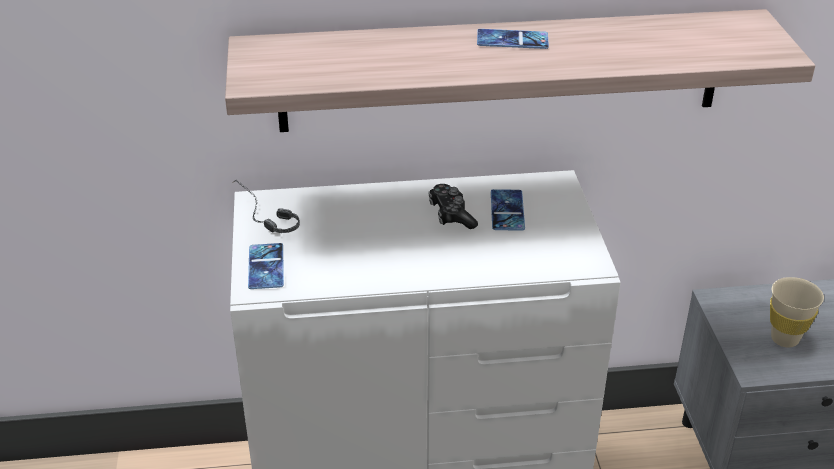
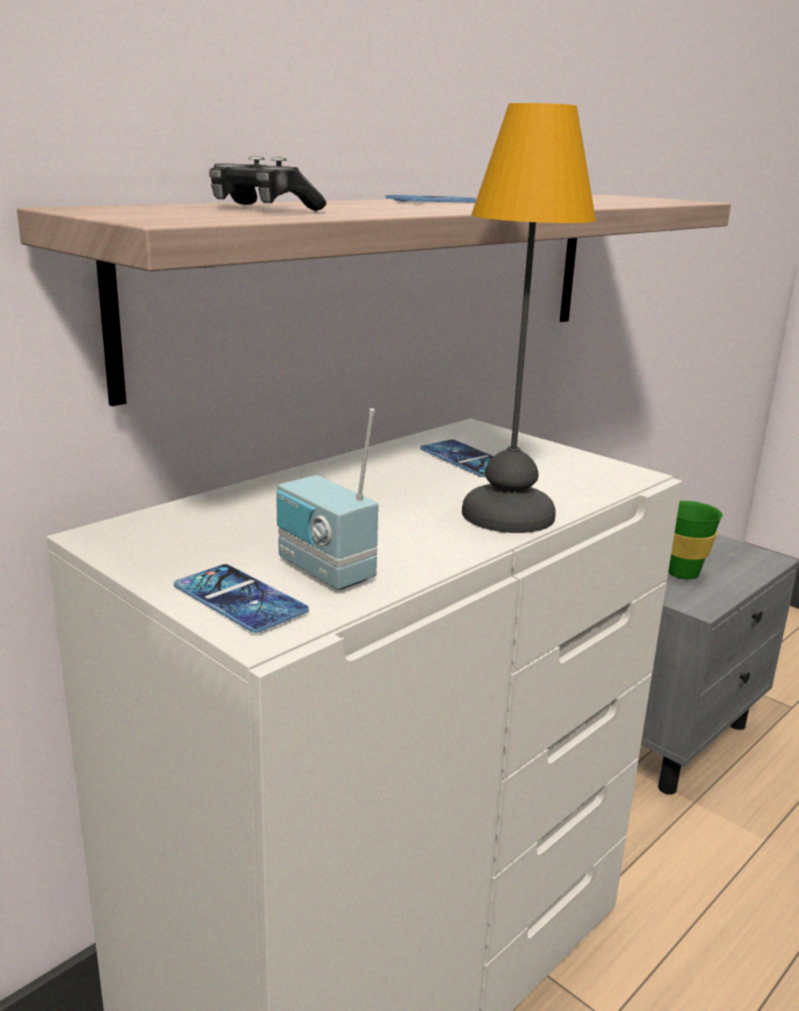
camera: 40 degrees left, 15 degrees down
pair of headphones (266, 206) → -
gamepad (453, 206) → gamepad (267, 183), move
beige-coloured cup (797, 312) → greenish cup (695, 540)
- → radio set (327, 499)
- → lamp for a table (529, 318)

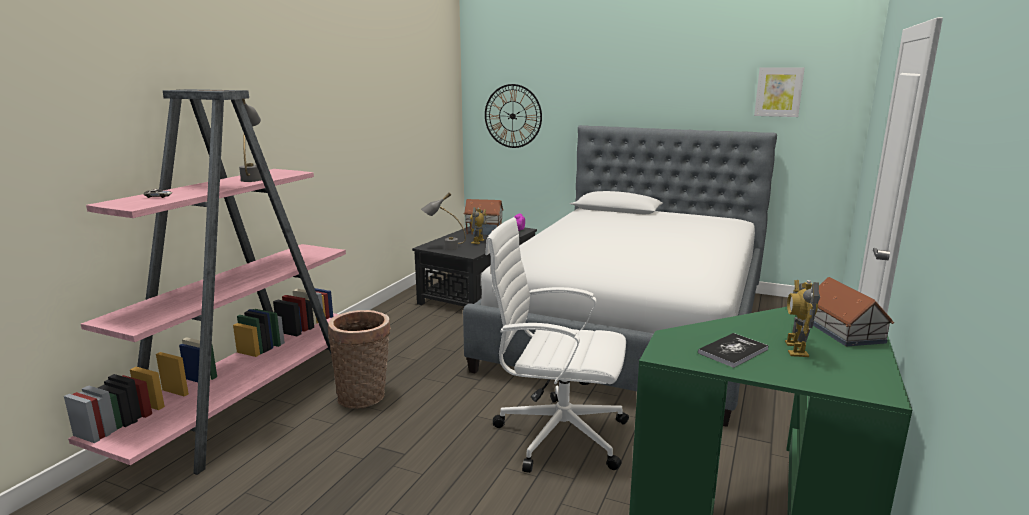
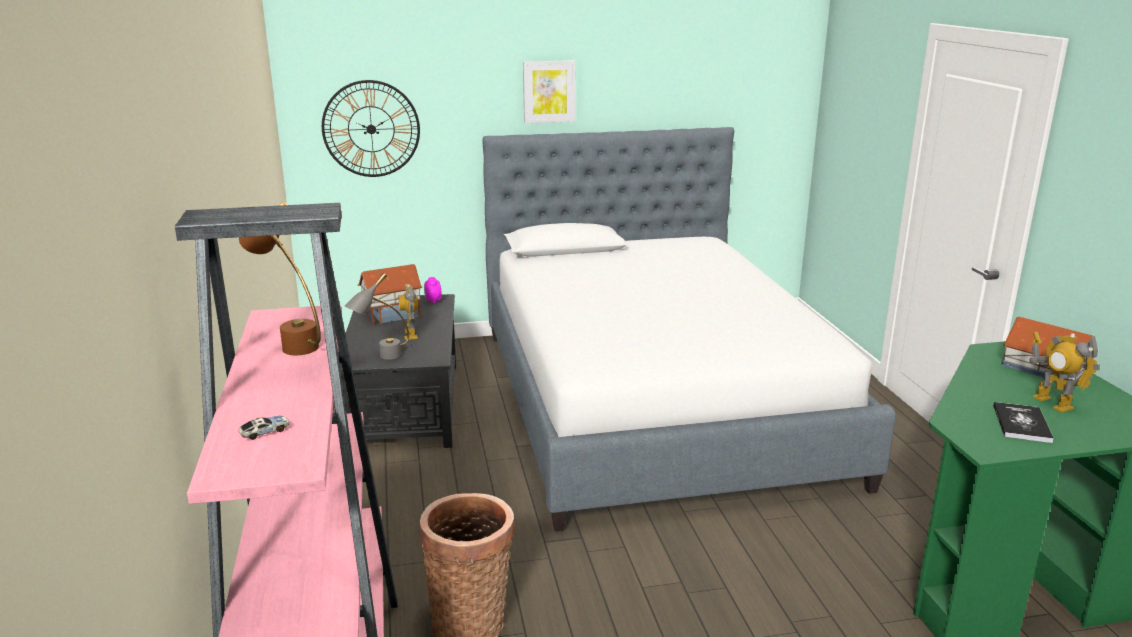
camera: 35 degrees left, 5 degrees up
grey lamp for a table (250, 140) → brown-coloured lamp for a table (280, 278)
white-coloured office chair (557, 345) → -
wall art (779, 92) → wall art (549, 91), move

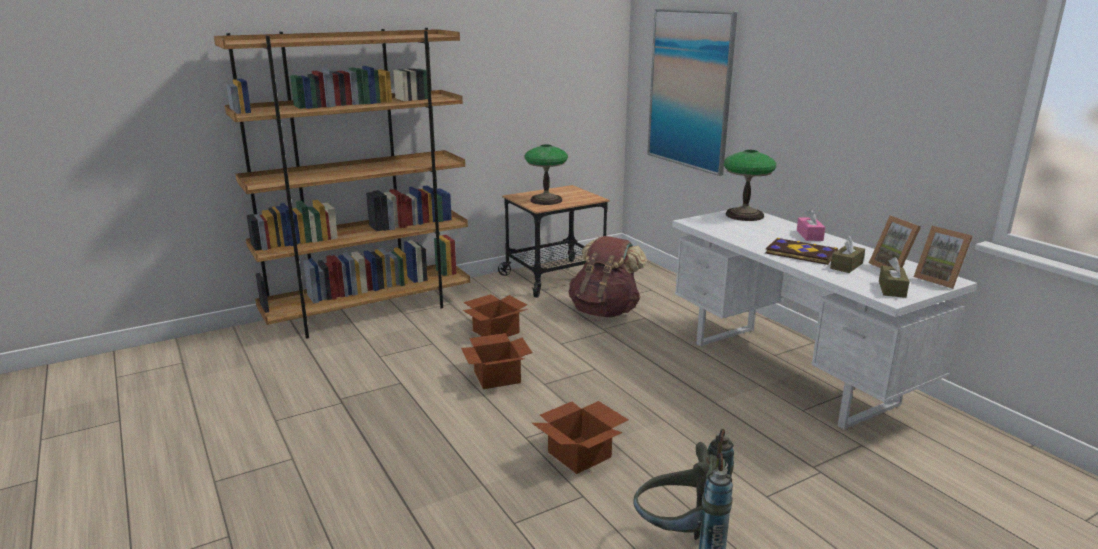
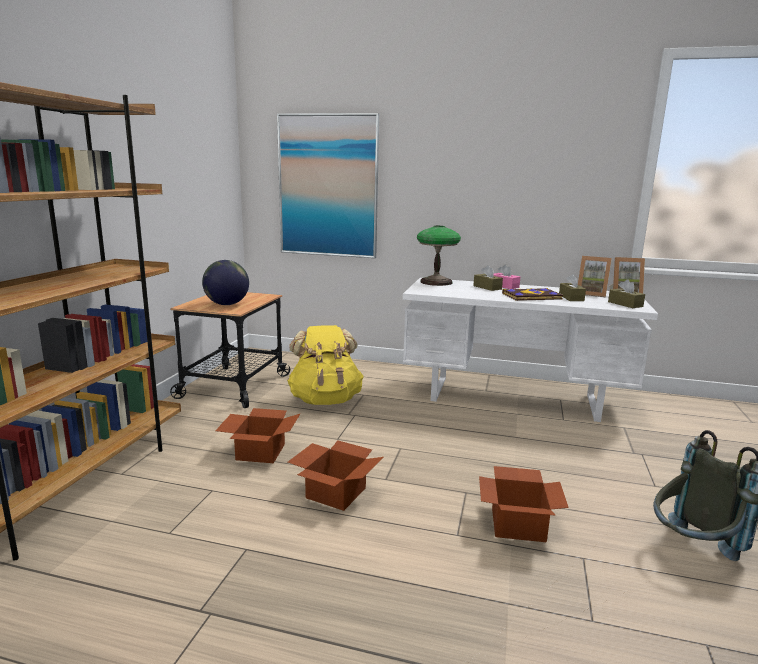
camera: 45 degrees left, 5 degrees down
lamp for a table (546, 174) → desk globe (225, 282)
brown-coloured backpack (608, 276) → yellowish backpack (325, 365)
- → brown-coloured box of tissues (488, 278)

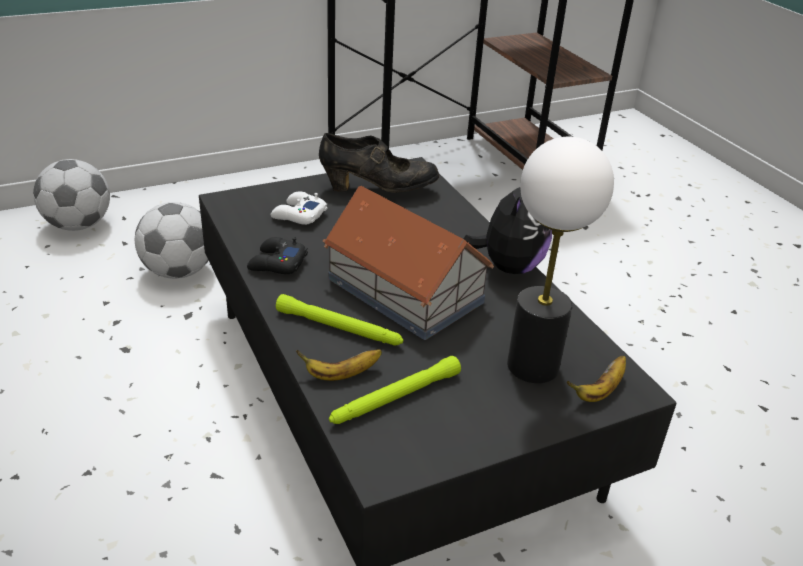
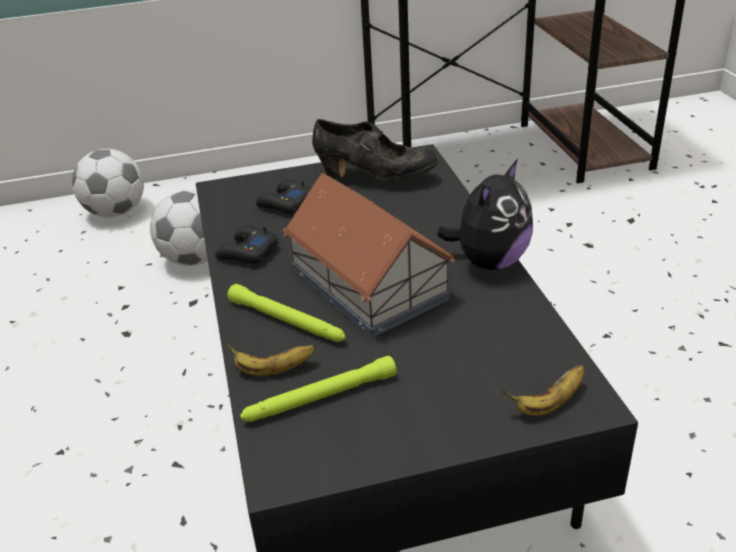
camera: 15 degrees right, 0 degrees up
white-coloured gamepad (299, 208) → black-coloured gamepad (283, 196)
lamp for a table (560, 260) → -

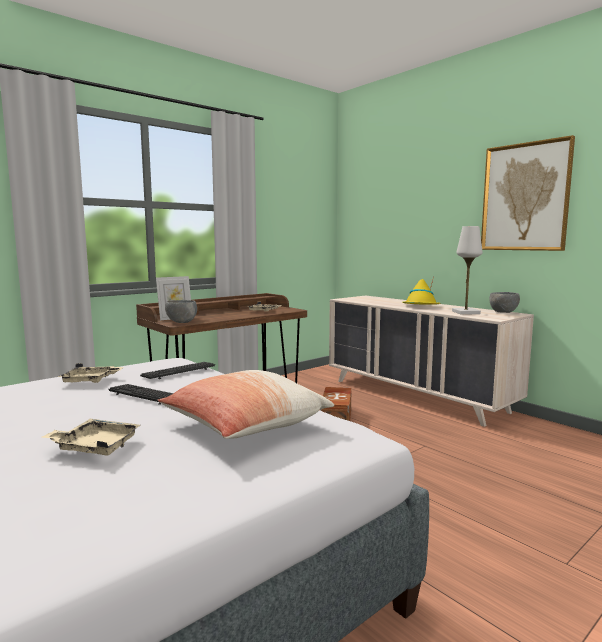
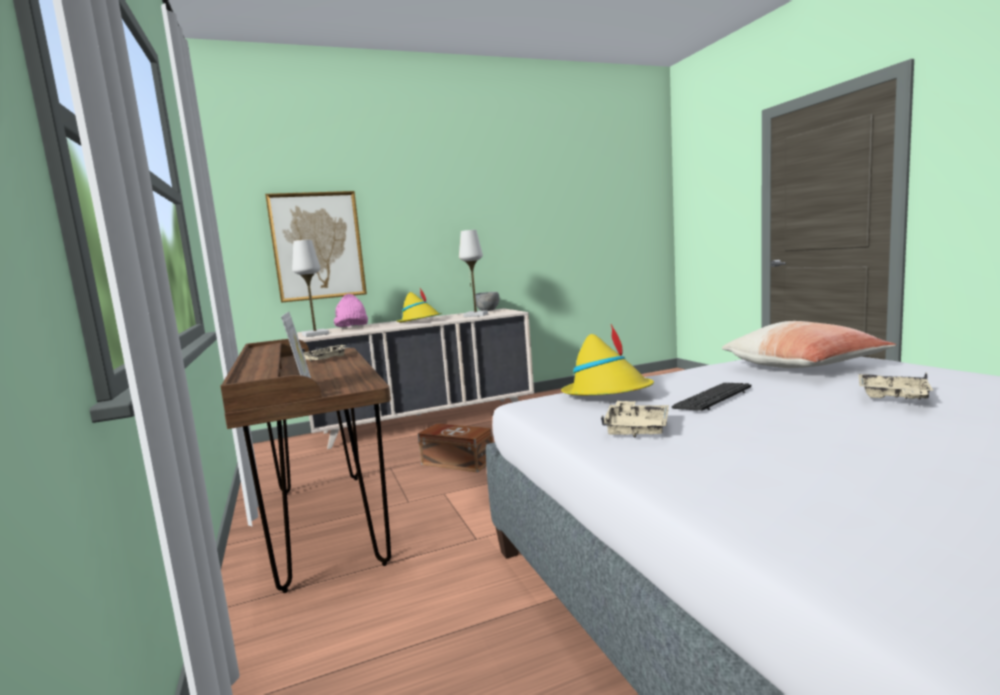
camera: 70 degrees left, 0 degrees up
computer keyboard (177, 370) → yellowish clothing hat (607, 359)
grey bowl (181, 311) → -
wall art (528, 193) → wall art (316, 247), move
- → white-coloured lamp for a table (310, 288)
- → pink-coloured clothing hat (351, 310)

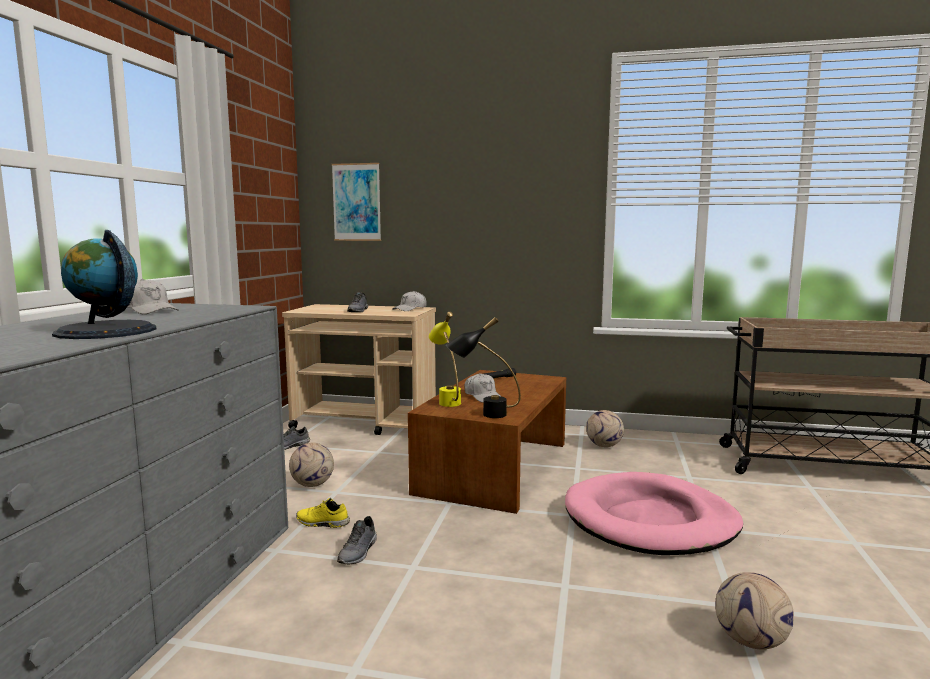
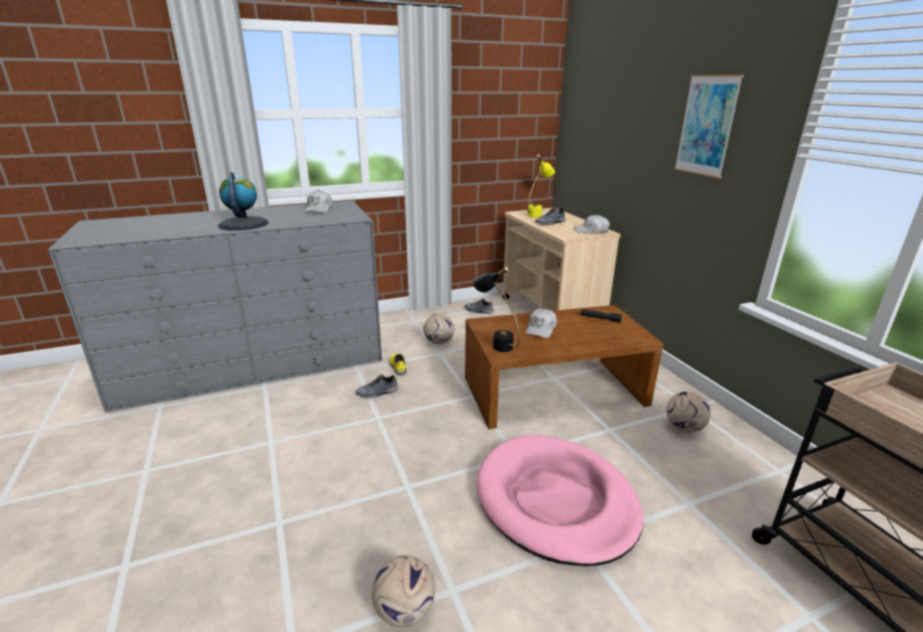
camera: 55 degrees right, 15 degrees up
wall art (356, 202) → wall art (709, 126), move
yellowish lamp for a table (445, 359) → yellowish lamp for a table (541, 186), move

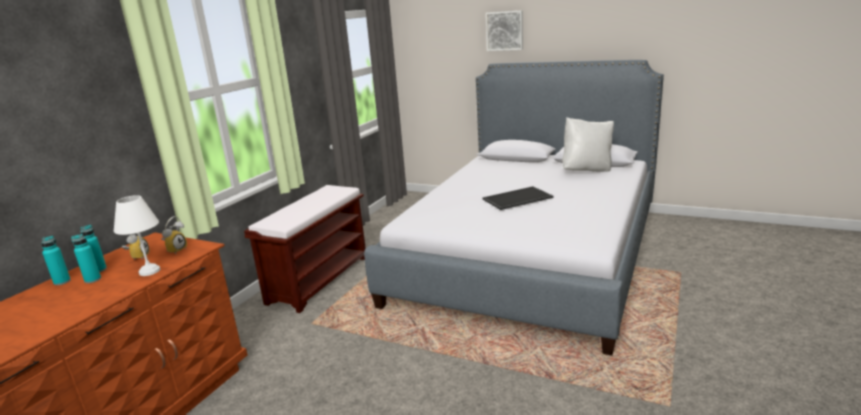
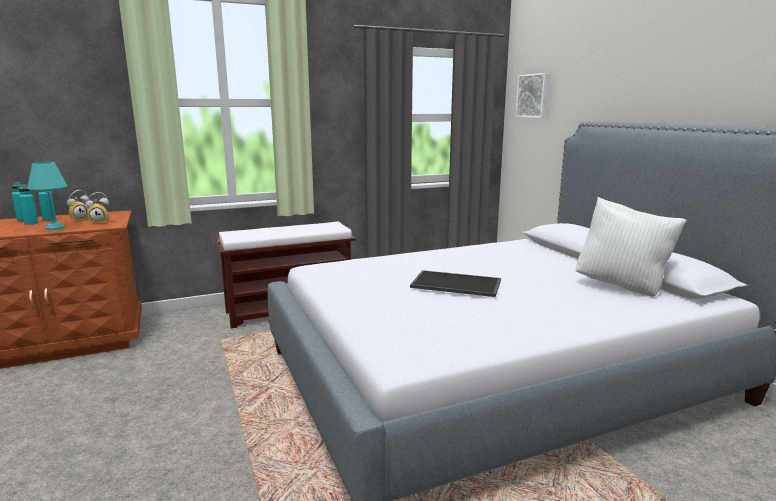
camera: 40 degrees right, 5 degrees down
white-coloured lamp for a table (137, 235) → turquoise-coloured lamp for a table (47, 196)
wall art (504, 30) → wall art (532, 95), move

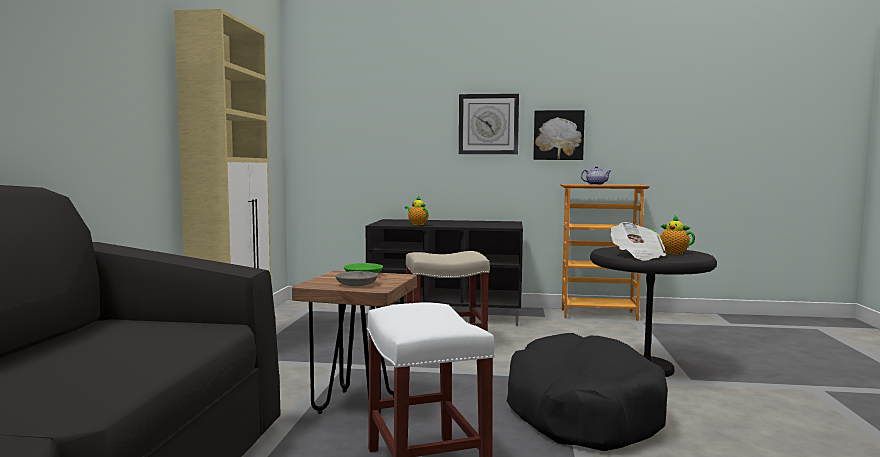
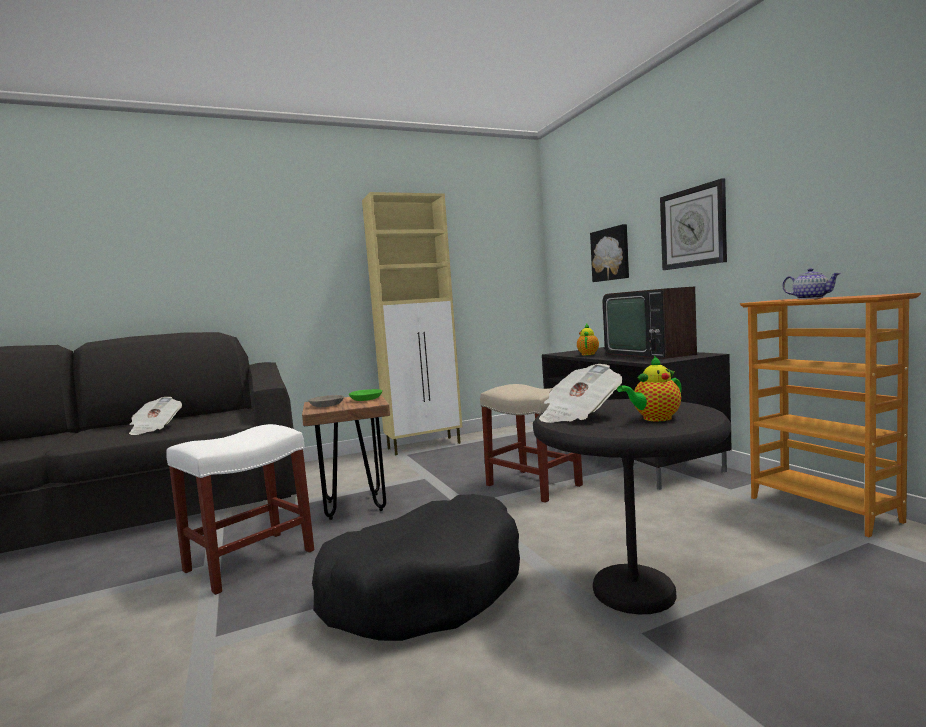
camera: 60 degrees right, 0 degrees up
wall art (559, 135) → wall art (609, 253), move
pot for tea (671, 235) → pot for tea (649, 388), 120 degrees counterclockwise
- → printed paper (155, 416)
- → television (650, 322)

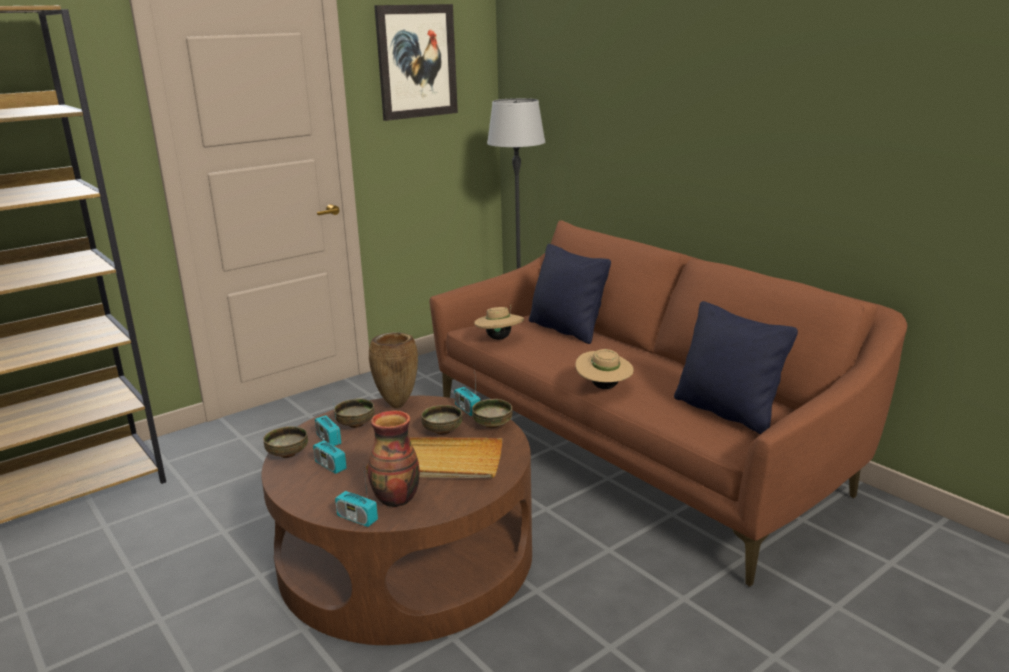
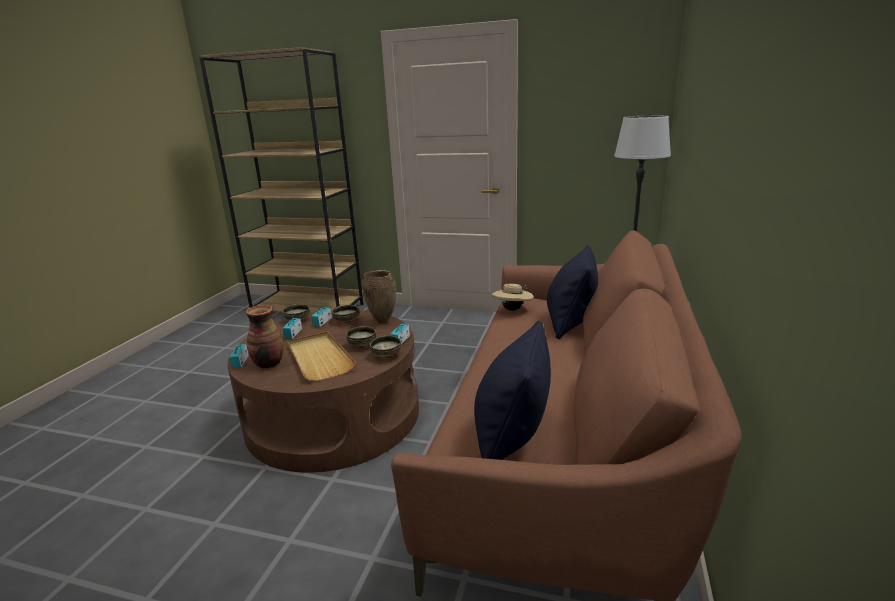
camera: 55 degrees right, 0 degrees up
wall art (416, 62) → -
beige-coloured clothing hat (604, 369) → -

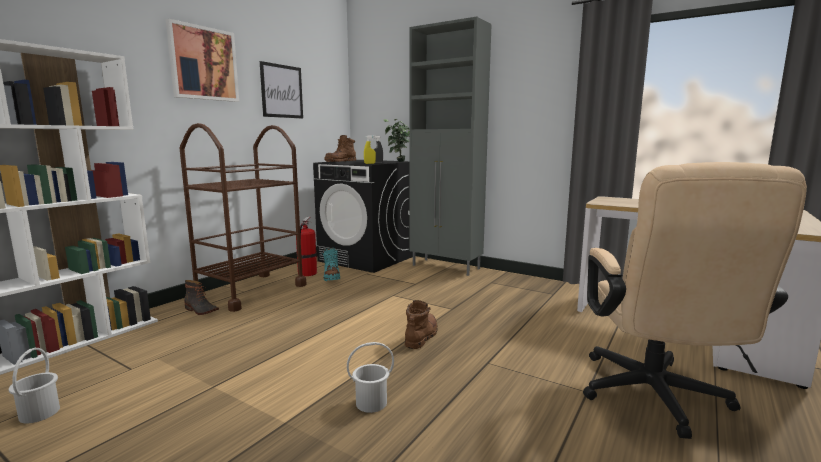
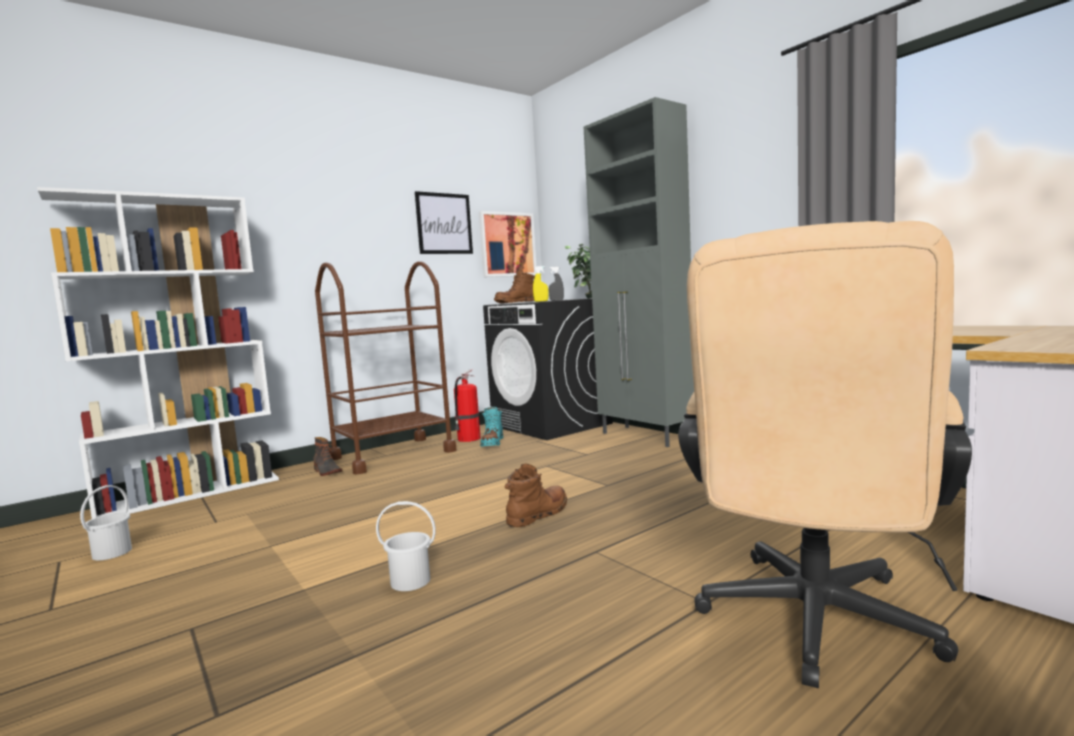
camera: 20 degrees right, 5 degrees down
wall art (202, 60) → wall art (508, 244), move

